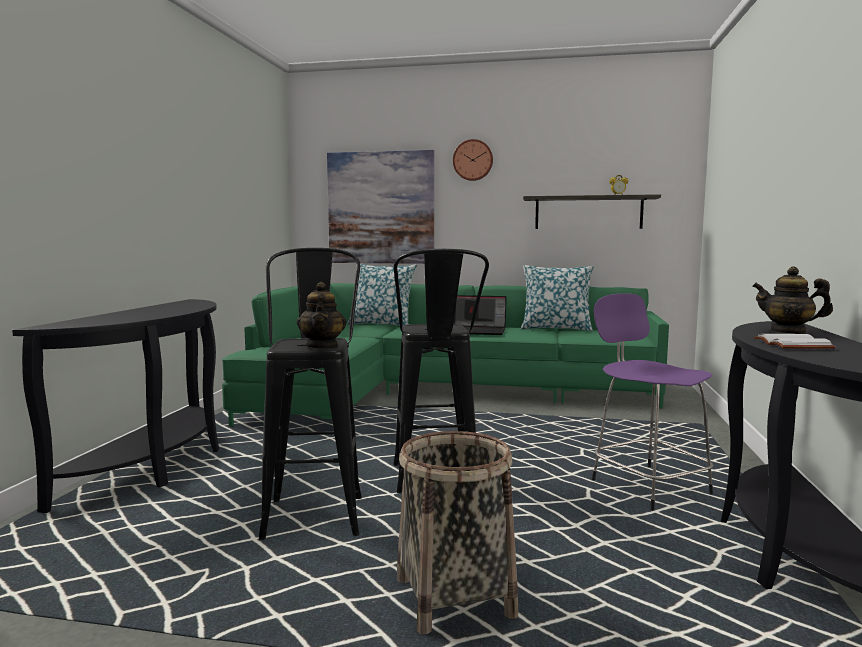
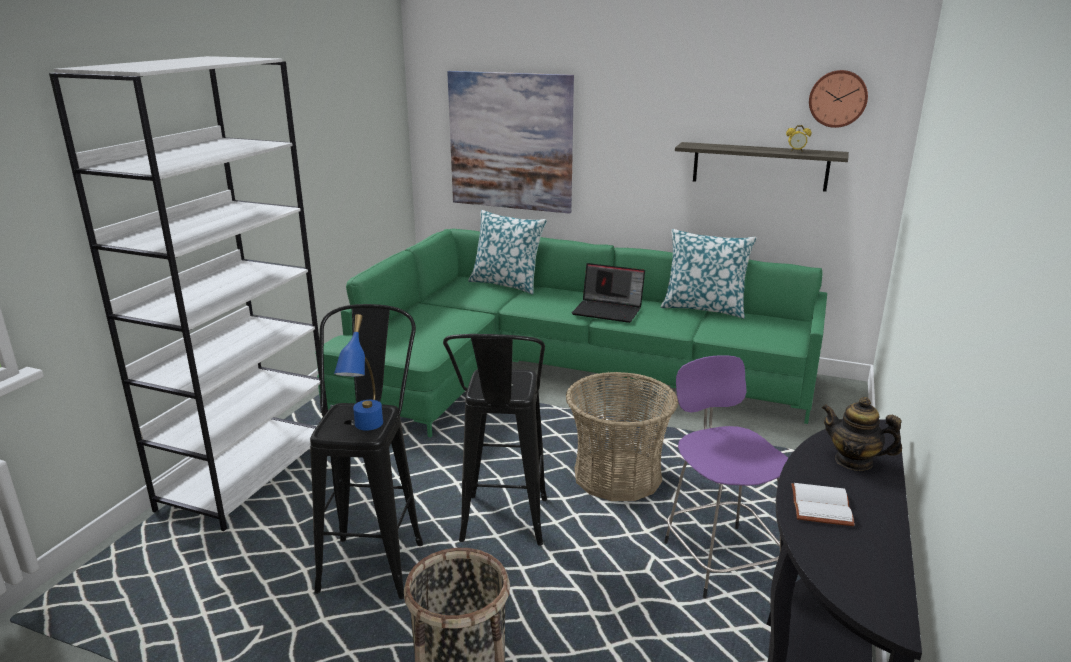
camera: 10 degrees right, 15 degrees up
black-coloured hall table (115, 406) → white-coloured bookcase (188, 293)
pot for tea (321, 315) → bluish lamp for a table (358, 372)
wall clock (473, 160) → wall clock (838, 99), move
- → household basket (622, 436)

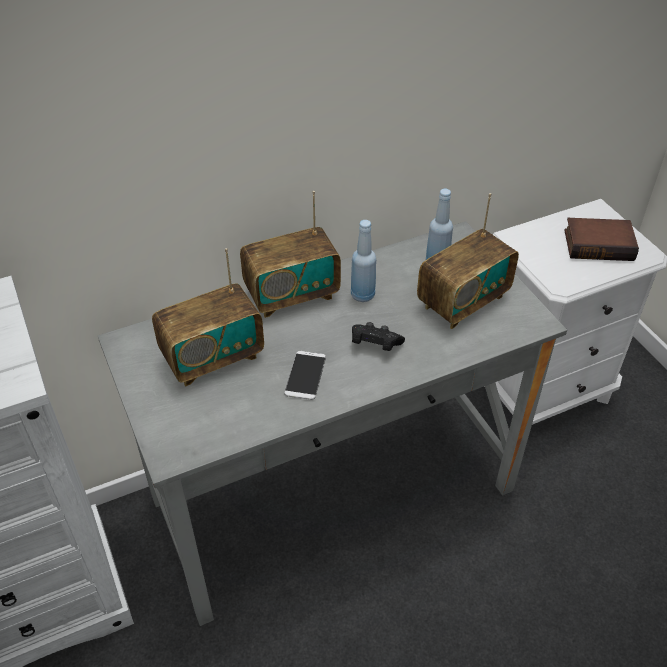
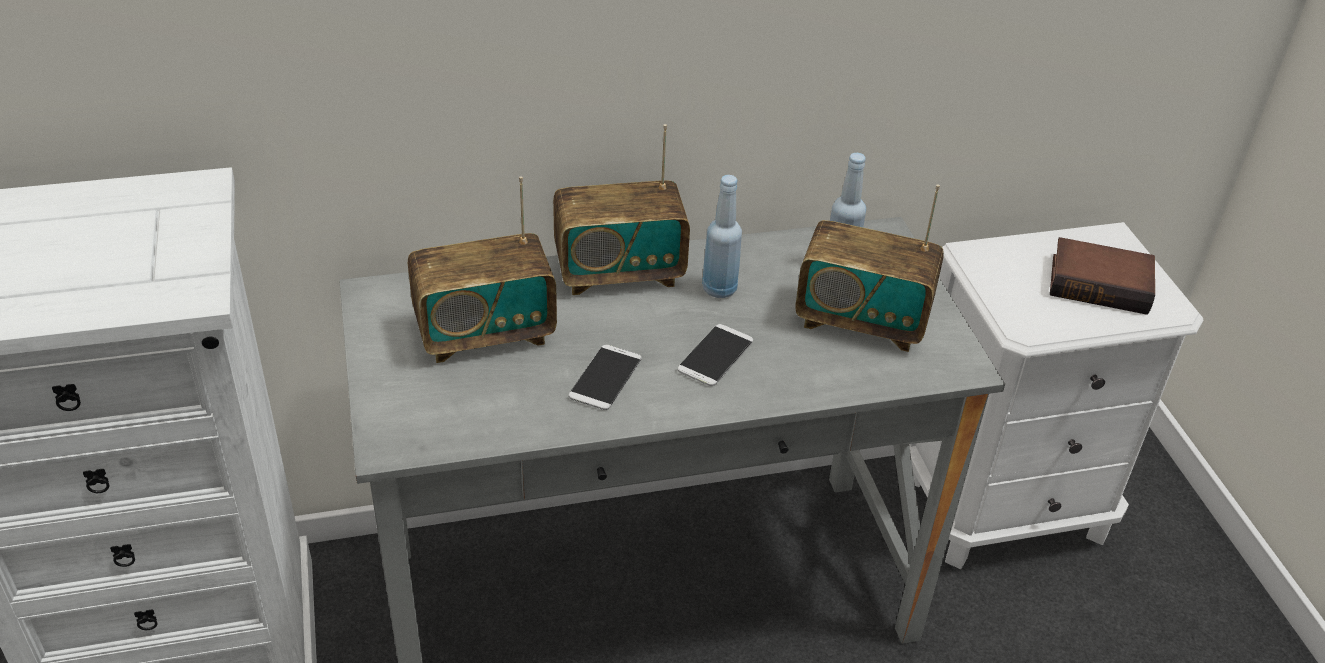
camera: 10 degrees right, 5 degrees down
black-coloured gamepad (378, 336) → telephone (715, 355)
radio set (468, 261) → radio set (869, 268), 45 degrees clockwise

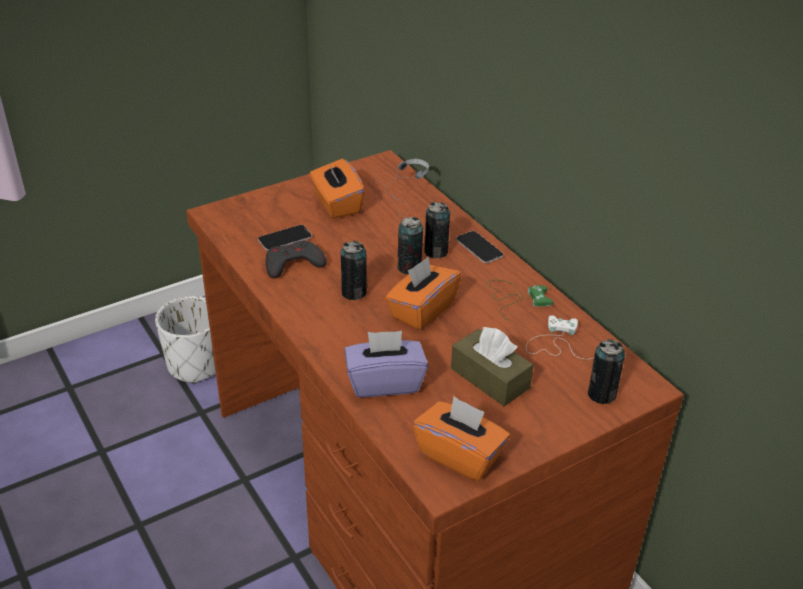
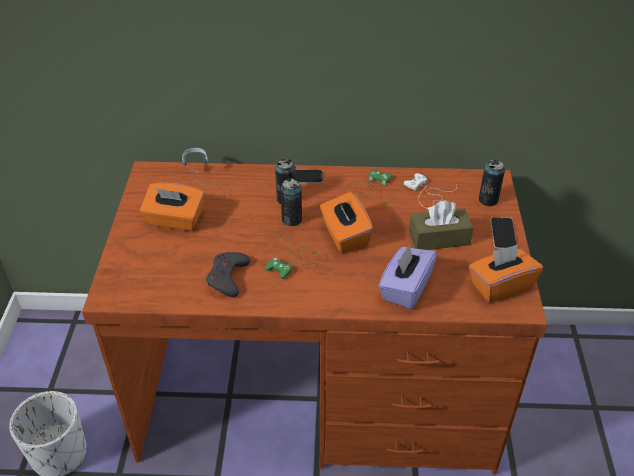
camera: 55 degrees left, 5 degrees up
telephone (285, 238) → telephone (504, 233), move
can (354, 270) → greenish gamepad (294, 257)

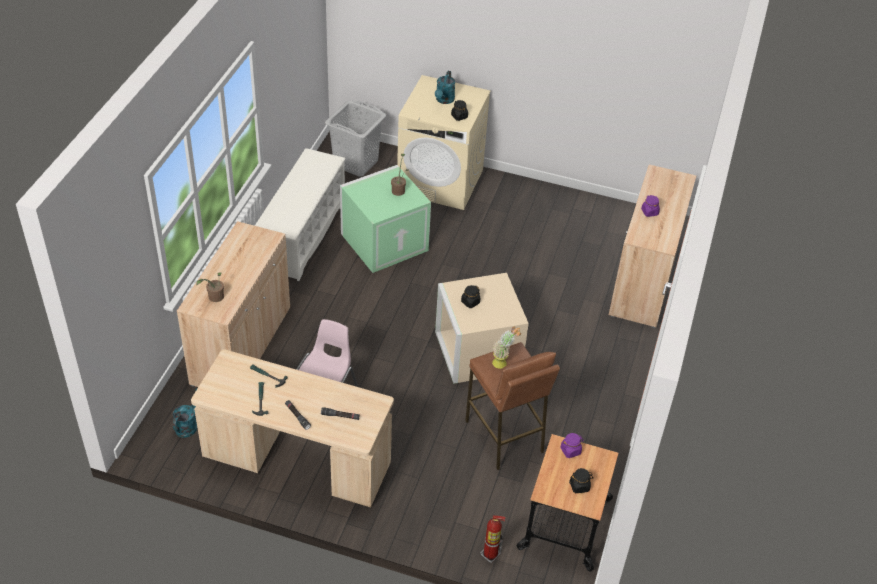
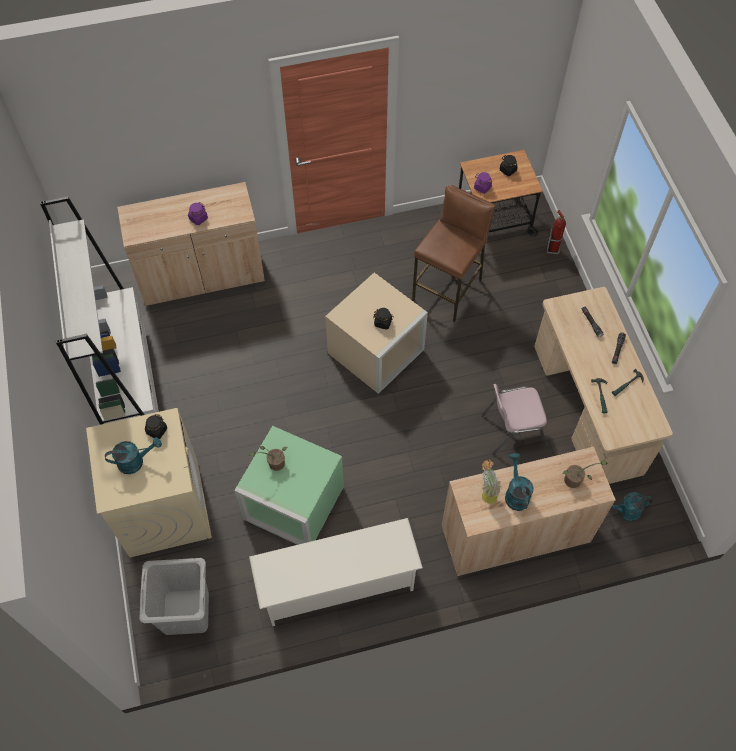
camera: 120 degrees left, 15 degrees up
potted plant (506, 348) → potted plant (491, 481), move
- → white-coloured bookcase (99, 310)
- → turquoise-coloured watering pot (519, 482)

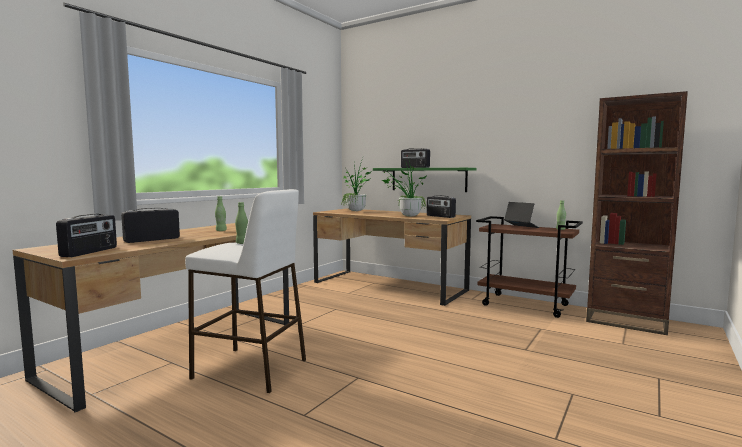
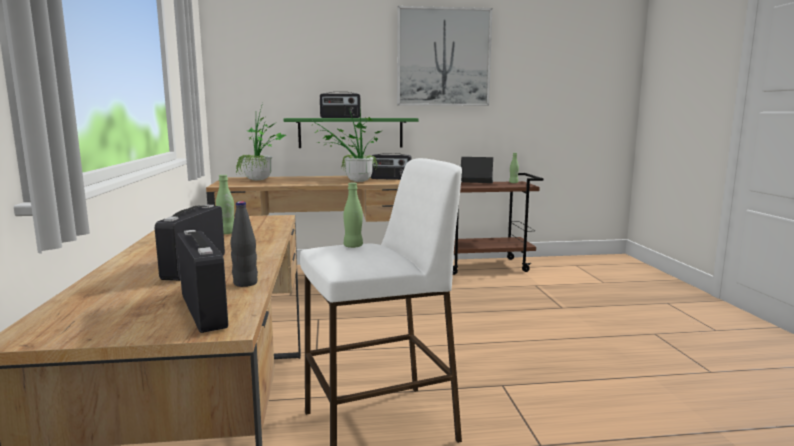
camera: 40 degrees left, 5 degrees up
brown-coloured bookcase (637, 213) → -
- → black-coloured bottle (244, 244)
- → wall art (444, 56)

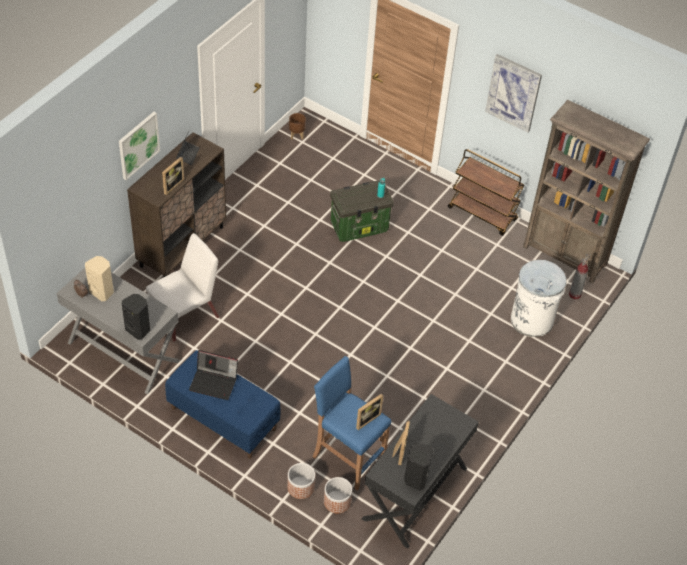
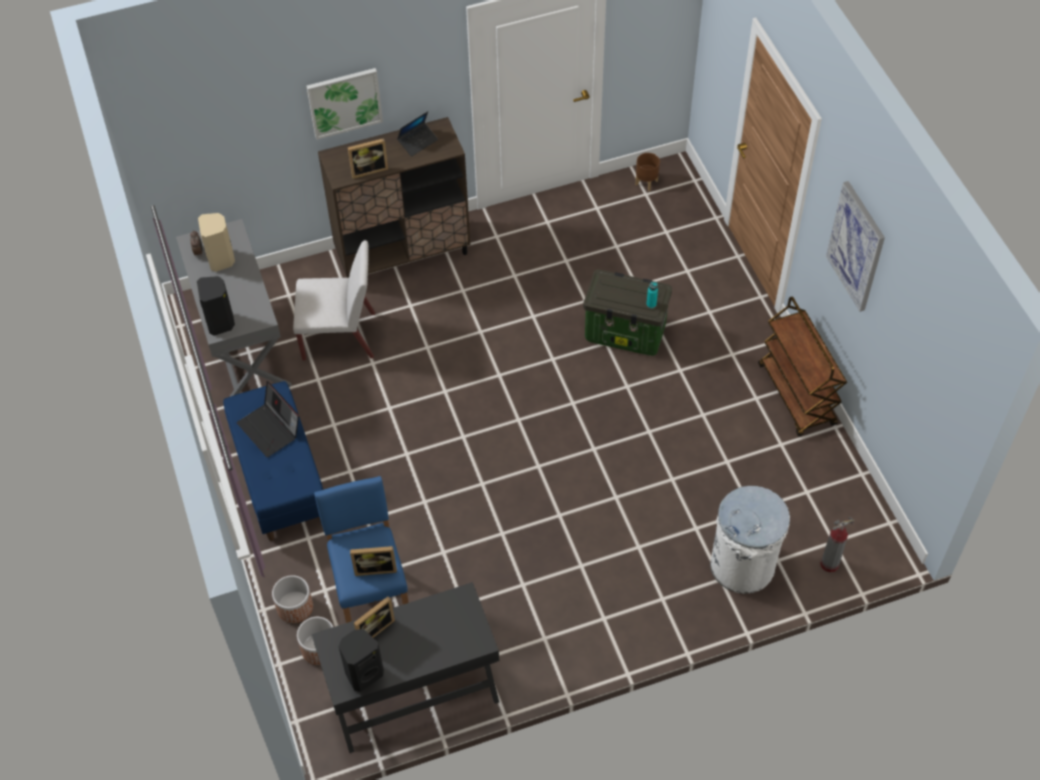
camera: 40 degrees right, 5 degrees up
brown-coloured bookcase (586, 192) → -

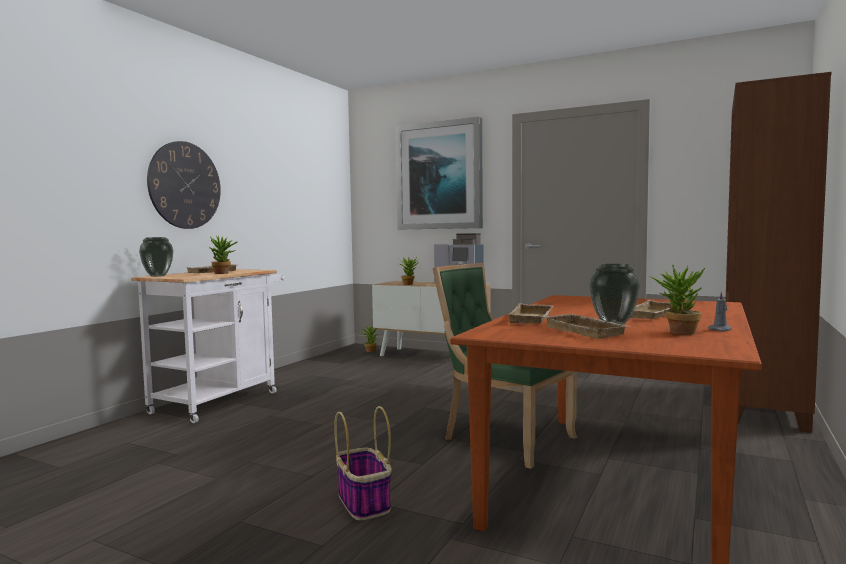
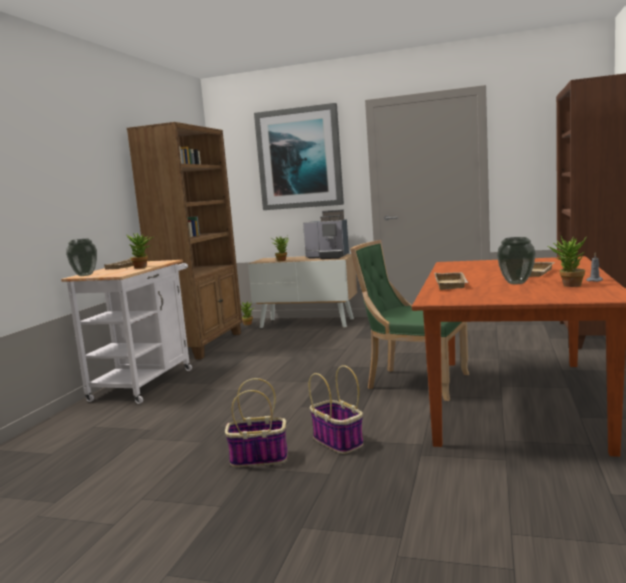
camera: 10 degrees left, 5 degrees up
wall clock (184, 185) → -
beige-coloured serving tray (586, 326) → -
- → brown-coloured bookcase (184, 240)
- → household basket (256, 422)

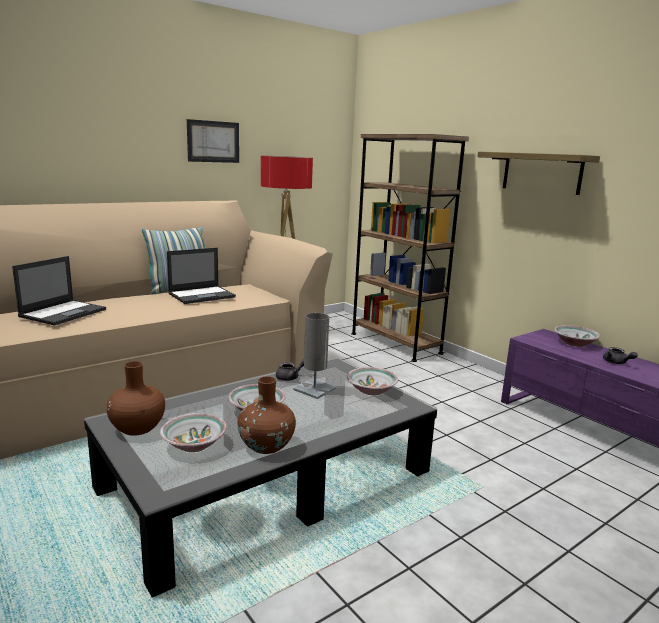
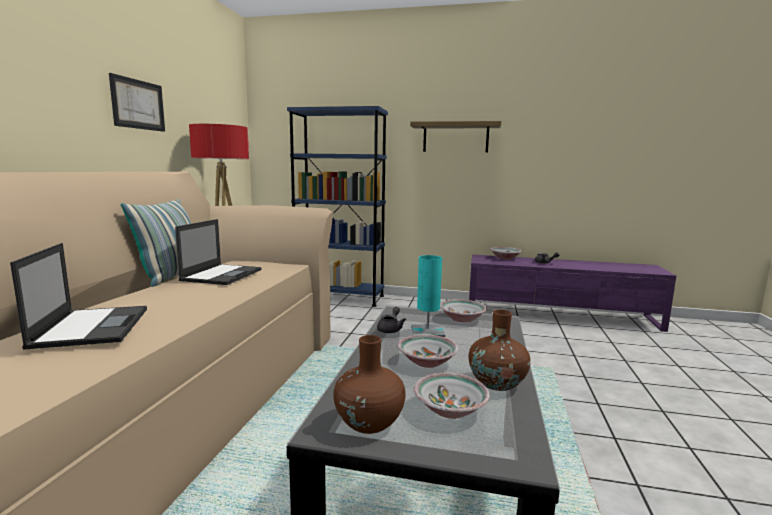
camera: 40 degrees left, 5 degrees down
grey lamp for a table (314, 356) → turquoise-coloured lamp for a table (428, 296)
brown-coloured bookcase (410, 248) → bluish bookcase (337, 206)

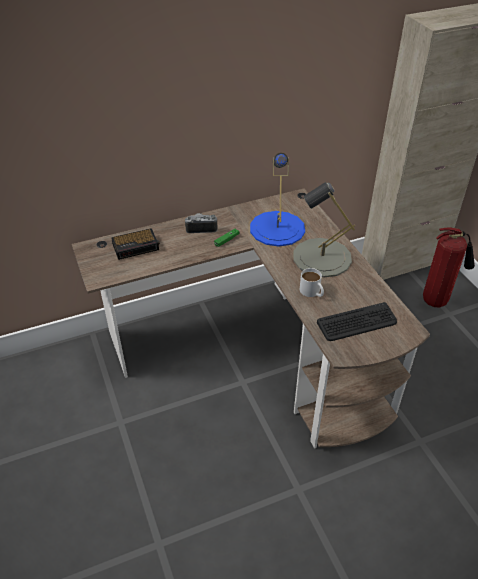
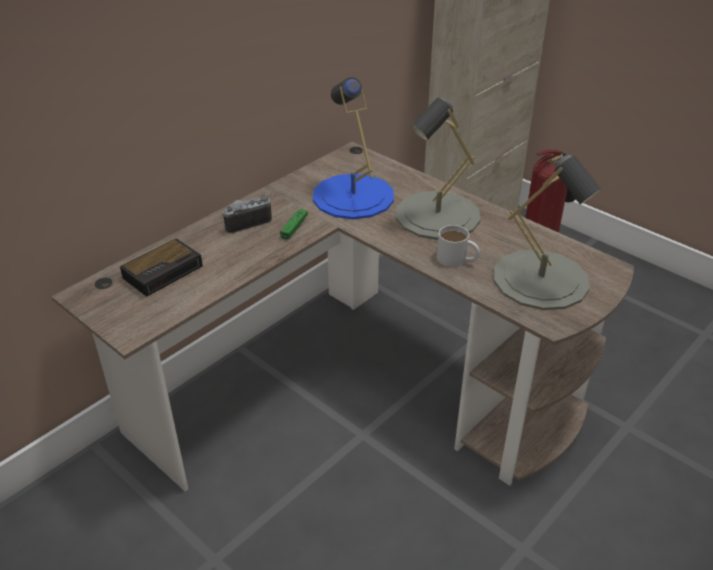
camera: 25 degrees left, 5 degrees down
computer keyboard (357, 321) → grey lamp for a table (547, 232)

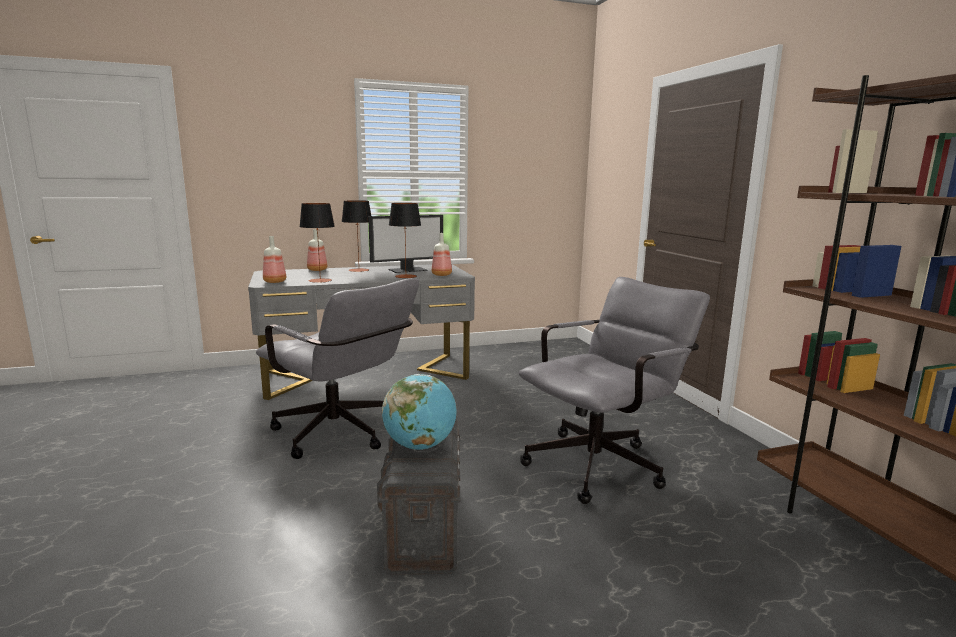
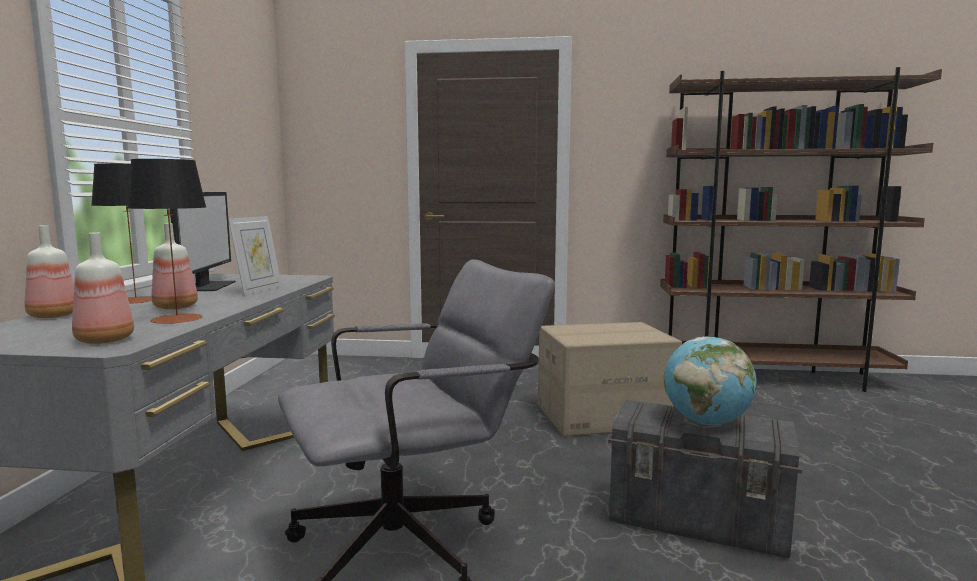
camera: 65 degrees left, 5 degrees down
lamp for a table (405, 240) → picture frame (255, 255)
bottle (442, 254) → bottle (175, 266), move
grey office chair (614, 390) → packing box (610, 379)

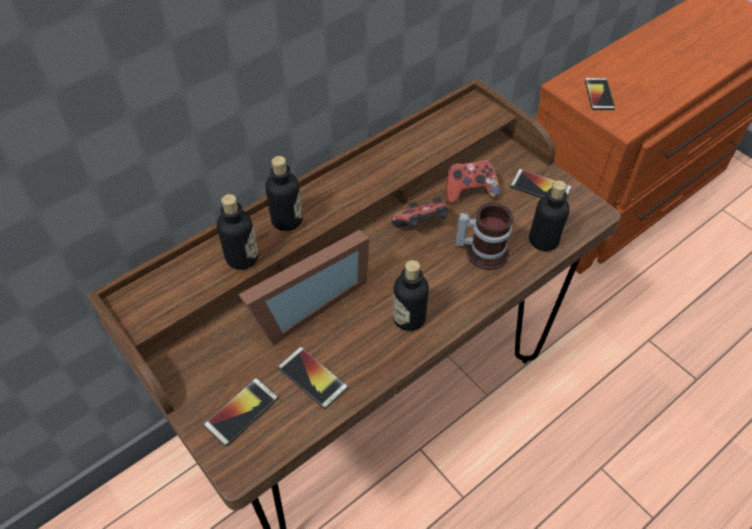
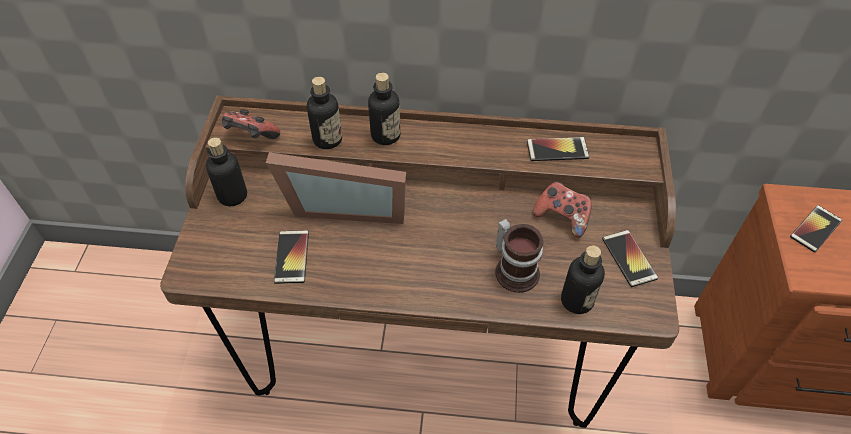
camera: 45 degrees right, 0 degrees up
telephone (241, 412) → telephone (558, 149), move
gamepad (419, 212) → gamepad (251, 124), move
bottle (411, 295) → bottle (226, 171), move

